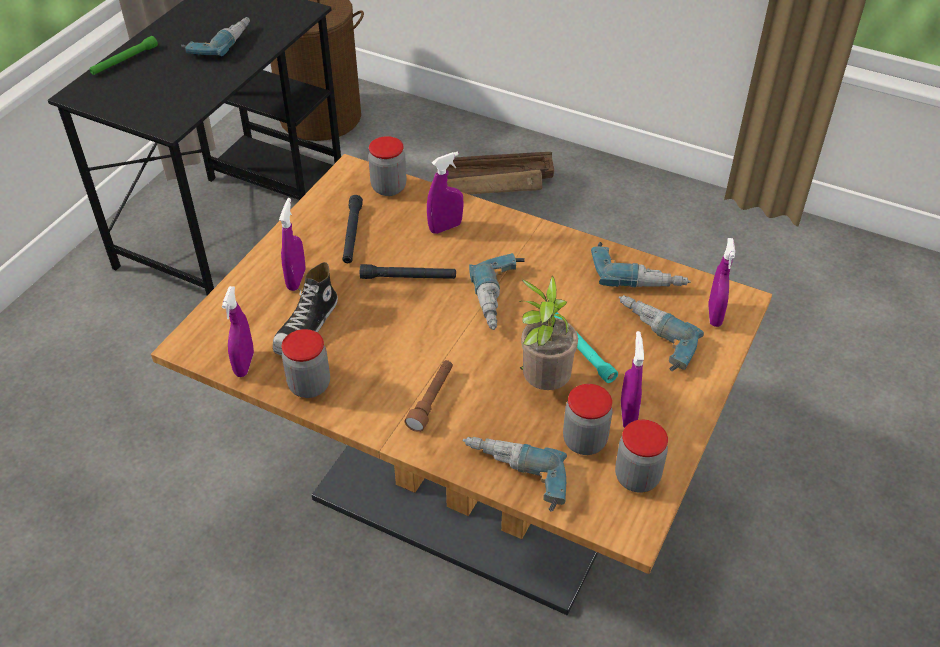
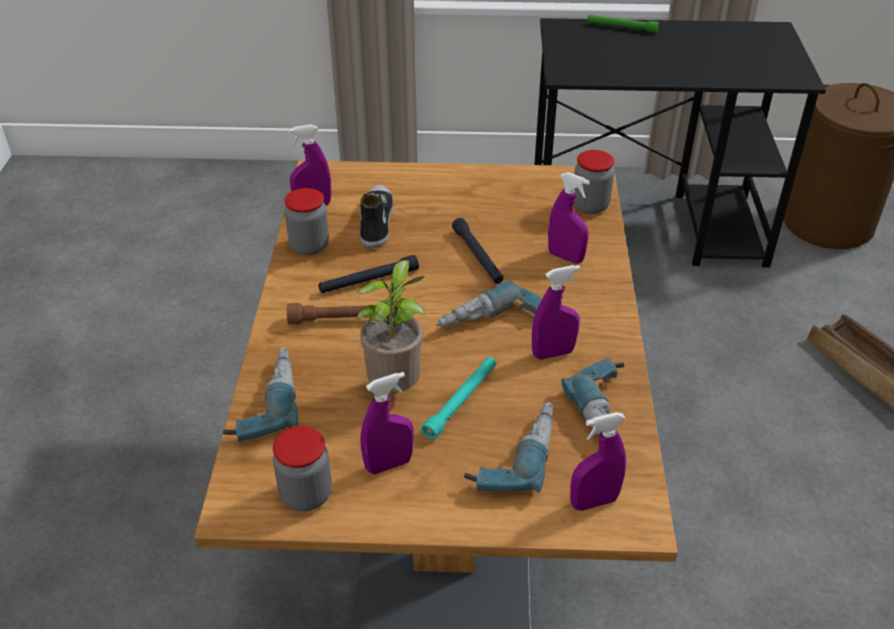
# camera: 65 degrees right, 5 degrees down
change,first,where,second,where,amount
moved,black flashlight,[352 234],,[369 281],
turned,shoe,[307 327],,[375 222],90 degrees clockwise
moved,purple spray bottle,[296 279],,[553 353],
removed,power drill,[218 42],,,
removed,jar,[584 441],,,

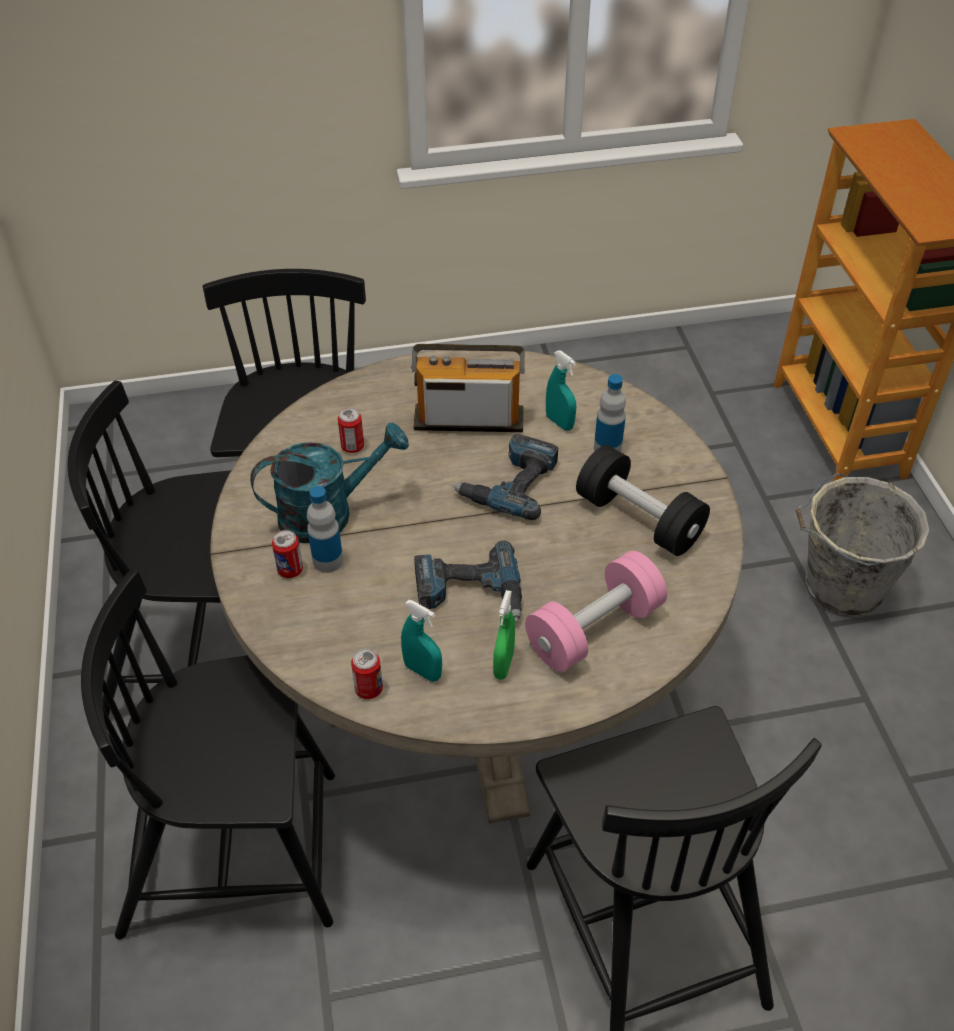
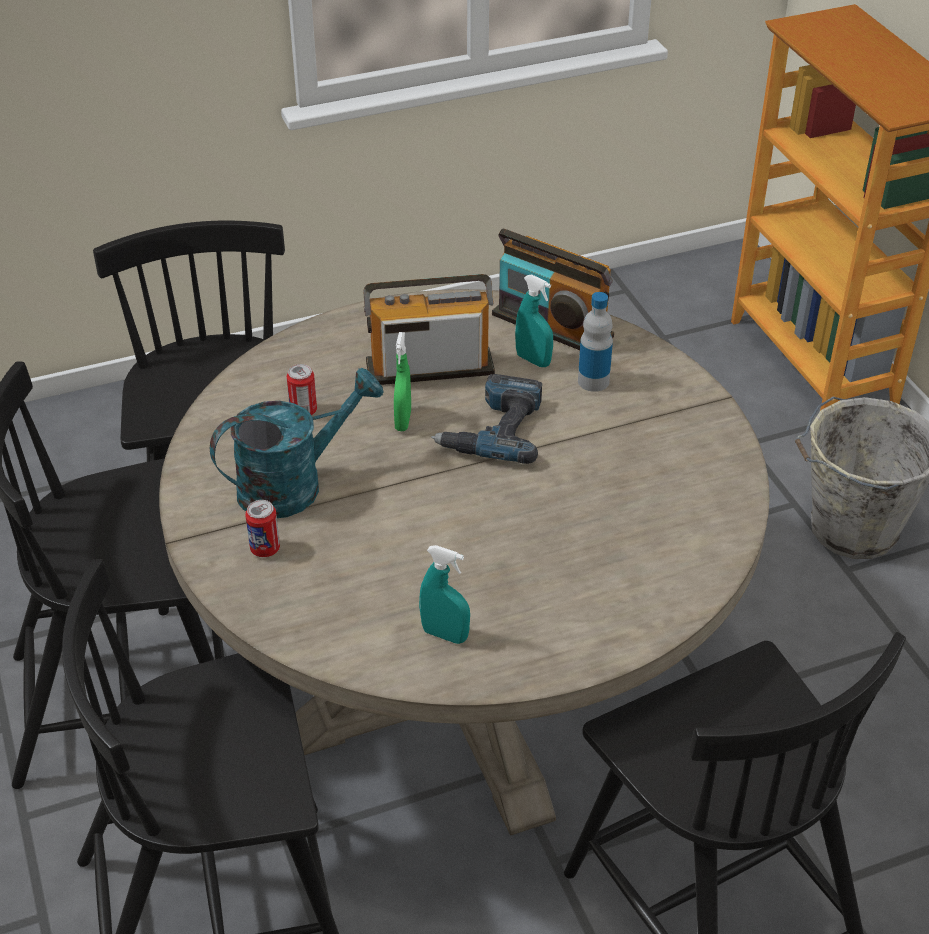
# camera: 10 degrees left, 5 degrees down
change,first,where,second,where,amount
moved,green spray bottle,[503 665],,[403 420],
added,,,radio,[552 326],
removed,bottle,[328 561],,,
removed,can,[369 689],,,
removed,power drill,[469 593],,,
removed,pink dumbbell,[594 629],,,
removed,black dumbbell,[638 519],,,

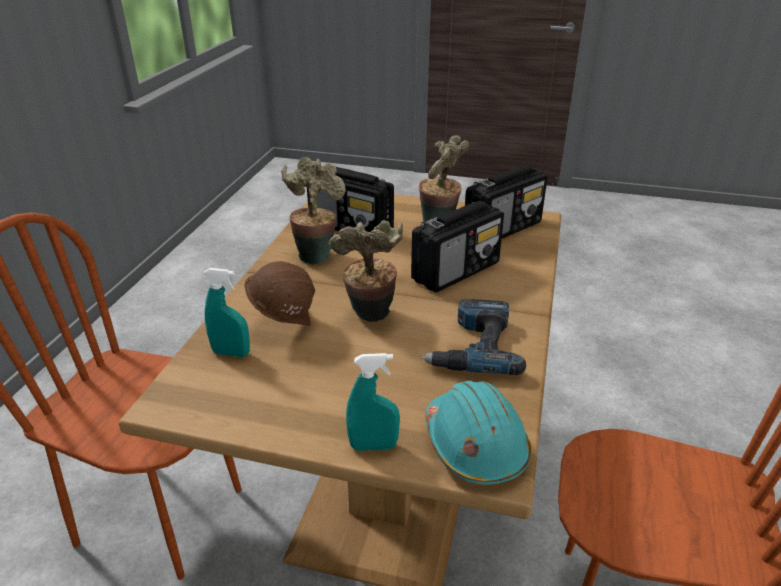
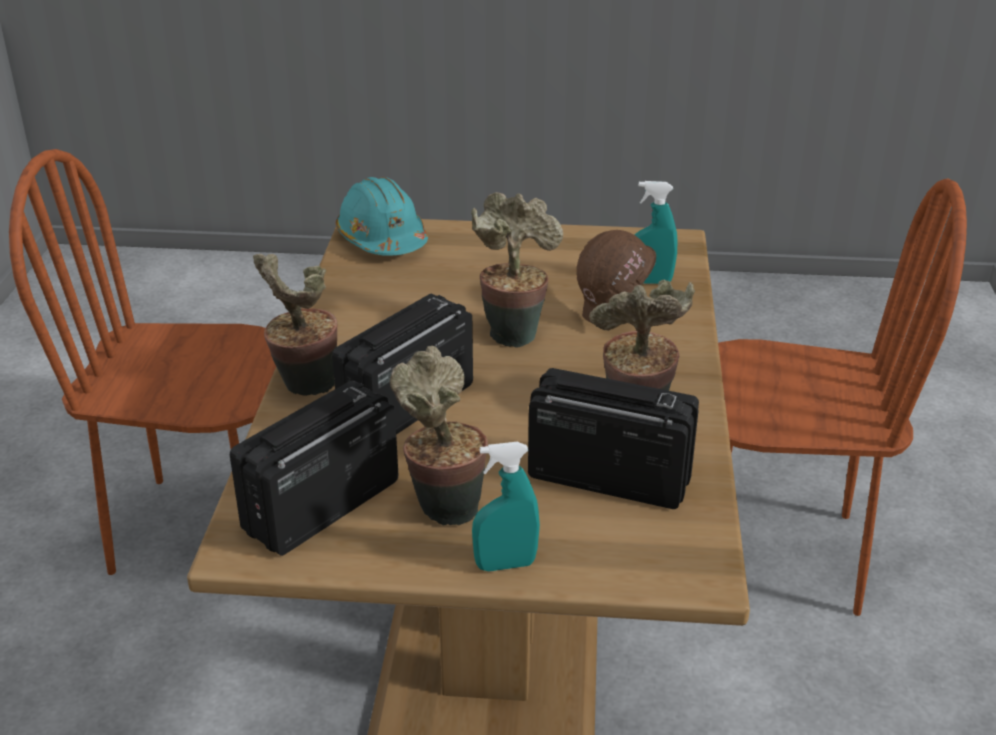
# camera: 170 degrees right, 0 degrees up
change,first,where,second,where,amount
added,,,potted plant,[303 387],
moved,turquoise spray bottle,[373 446],,[505 564],
removed,power drill,[472 346],,,

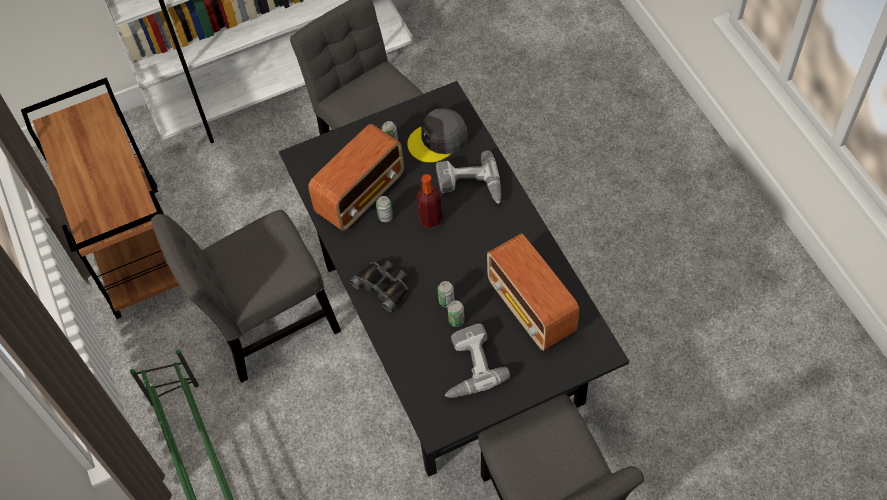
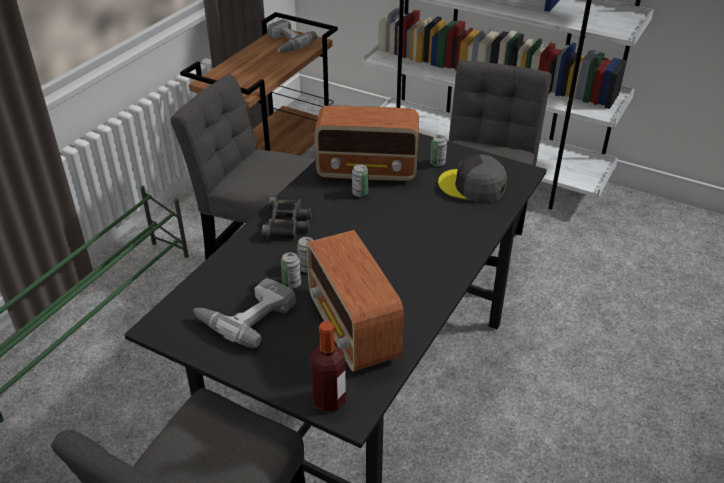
# camera: 50 degrees right, 20 degrees down
change,first,where,second,where,amount
moved,power drill,[470 186],,[285 43],
turned,radio,[531 309],,[353 330],45 degrees counterclockwise
moved,bottle,[430 219],,[329 400],

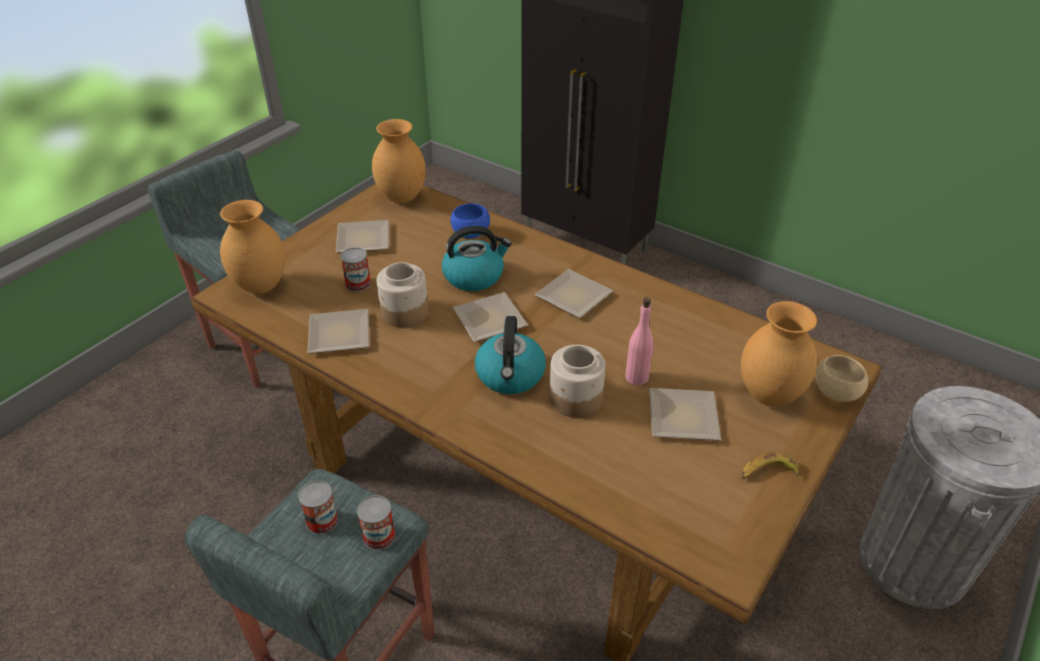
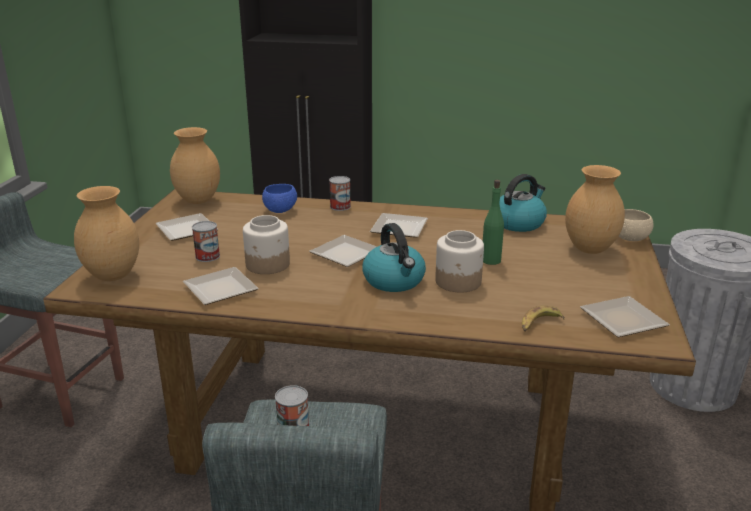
# camera: 25 degrees left, 15 degrees down
change,first,where,second,where,amount
moved,can,[379 536],,[340 206],
recoloured,pink bottle,[637 377],green bottle,[491 260],
moved,kettle,[474 276],,[518 223],
moved,banana,[767 472],,[539 324],
moved,plate,[685 419],,[626 321],

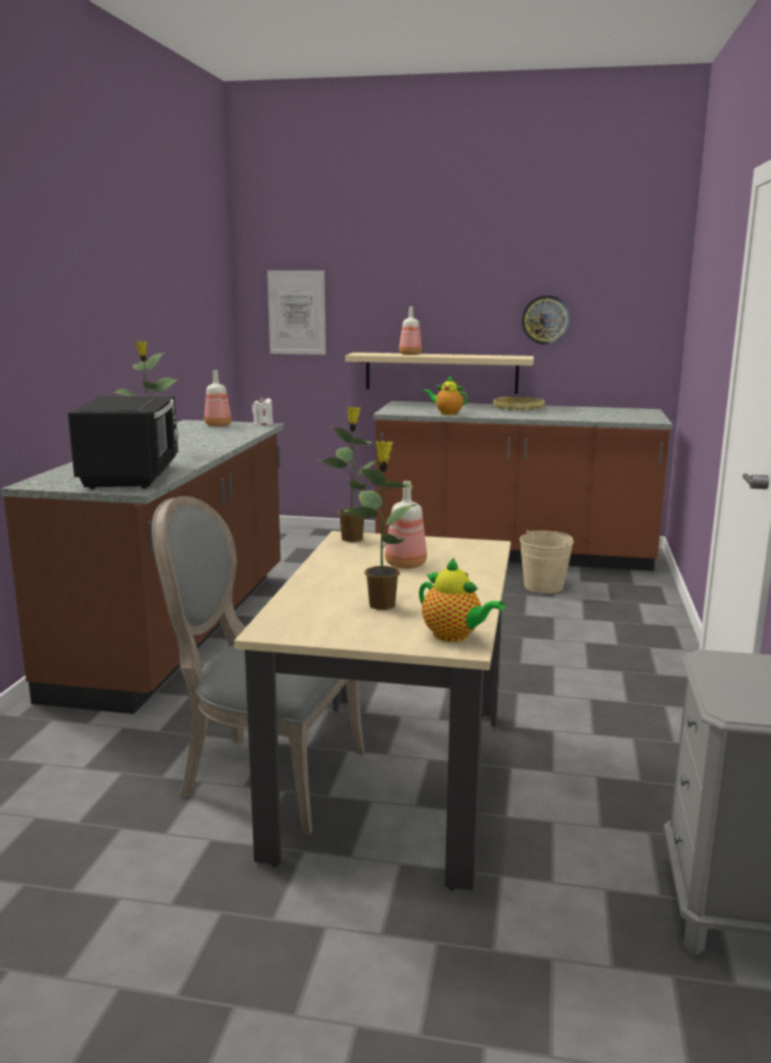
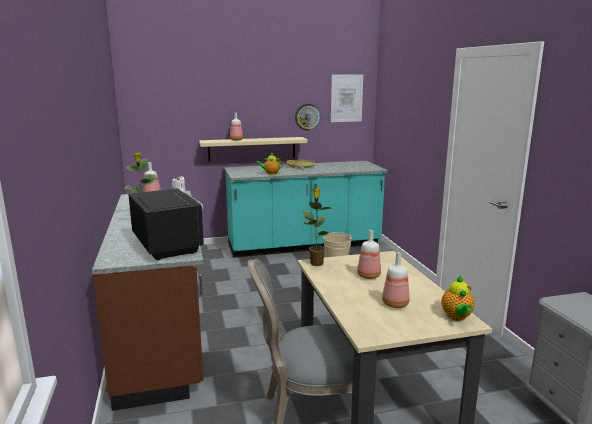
# camera: 25 degrees left, 0 degrees up
change,first,where,second,where,amount
recoloured,brown counter,[513 554],turquoise counter,[304 245],
moved,picture,[297 312],,[346 98],
replaced,potted plant,[382 604],bottle,[395 304],
turned,teapot,[454 636],,[457 317],75 degrees clockwise

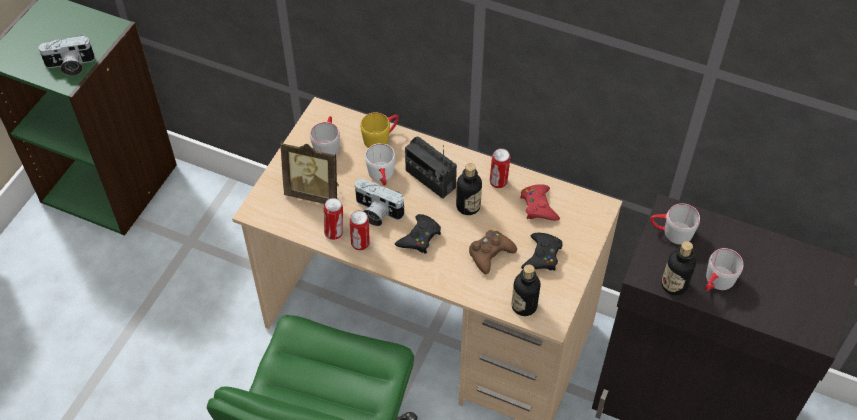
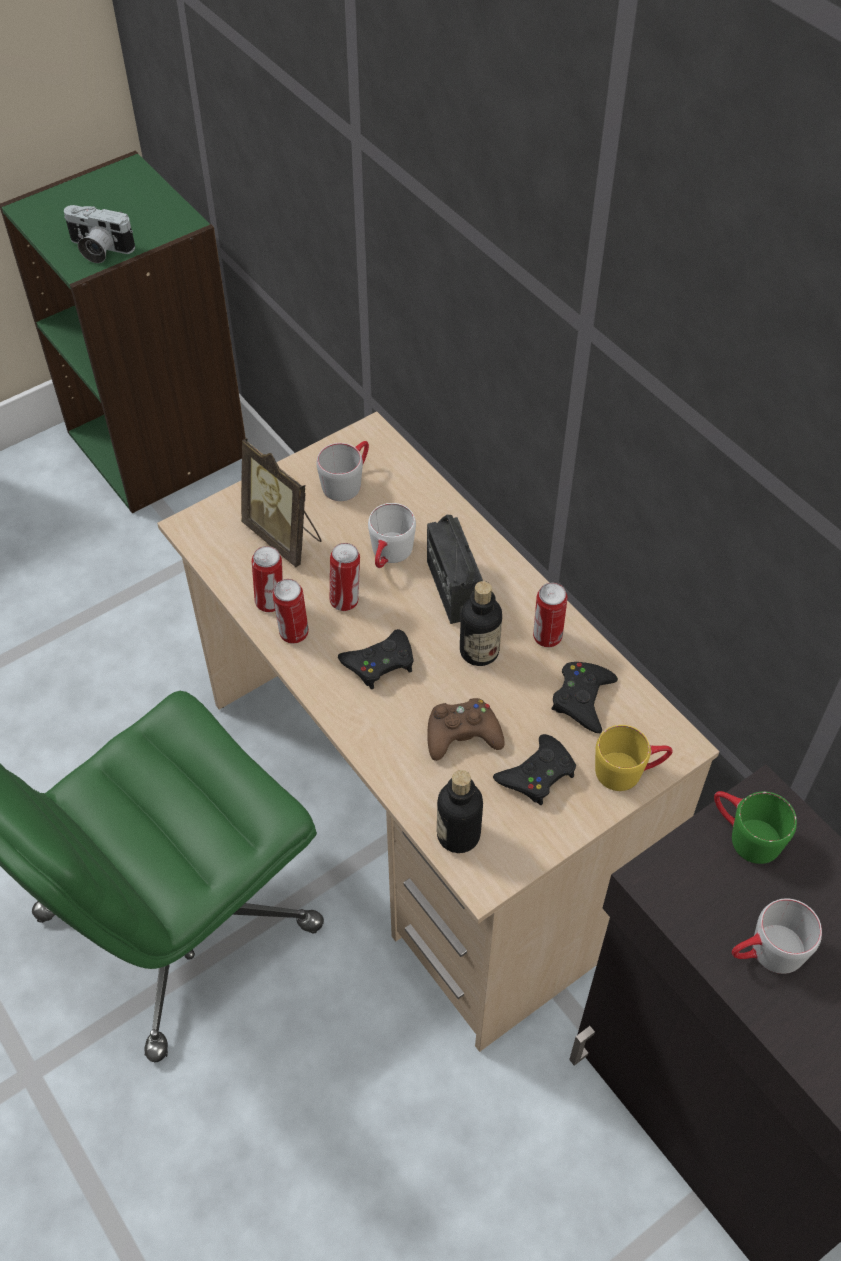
# camera: 30 degrees right, 0 degrees up
change,first,where,second,where,amount
replaced,photo camera,[376 212],can,[346 600],
recoloured,red game controller,[538 206],black game controller,[582 699],
moved,yellow mug,[381 137],,[629 770],
recoloured,grey mug,[671 232],green mug,[744 835],
removed,bottle,[674 285],,,

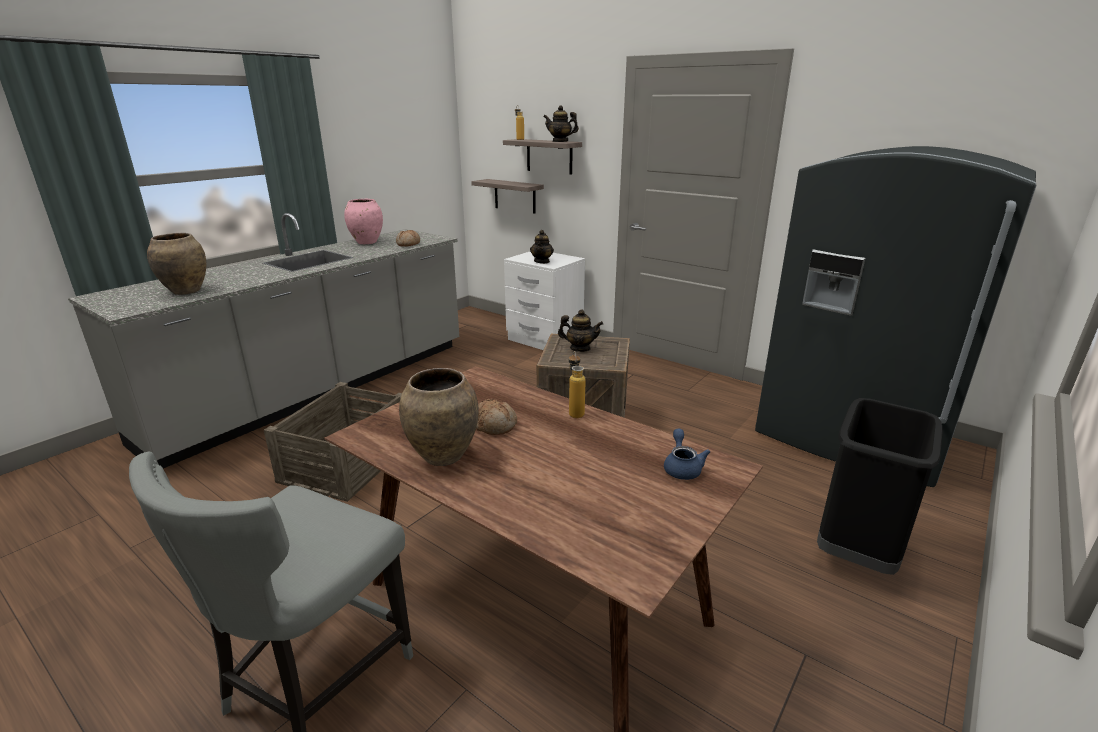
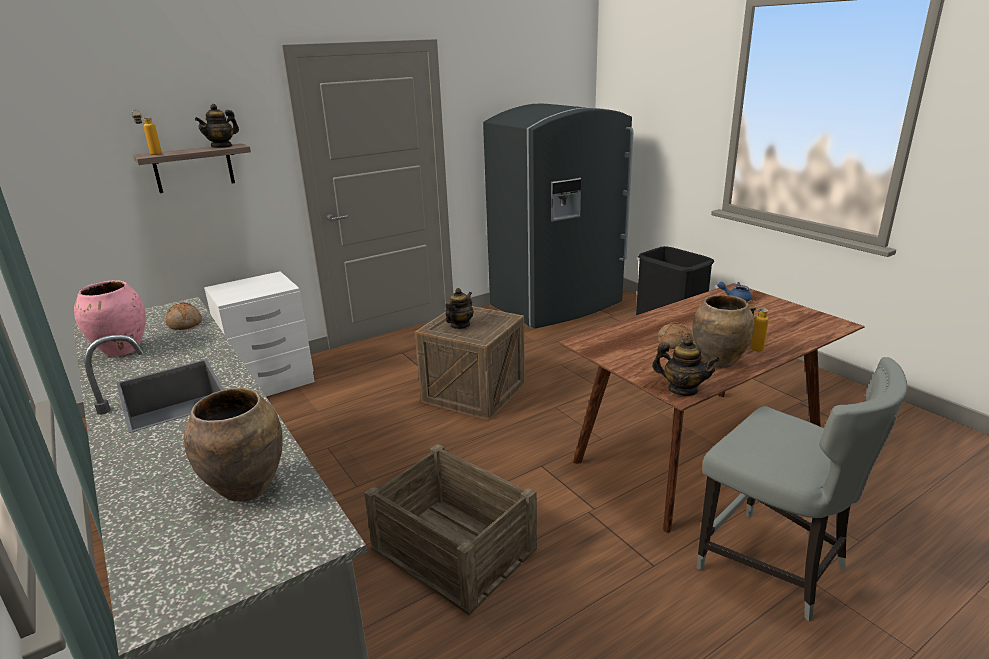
# camera: 70 degrees left, 0 degrees up
change,first,where,second,where,amount
moved,teapot,[542 261],,[682 389],
moved,bottle,[575 412],,[751 349],
removed,shelf,[515 196],,,

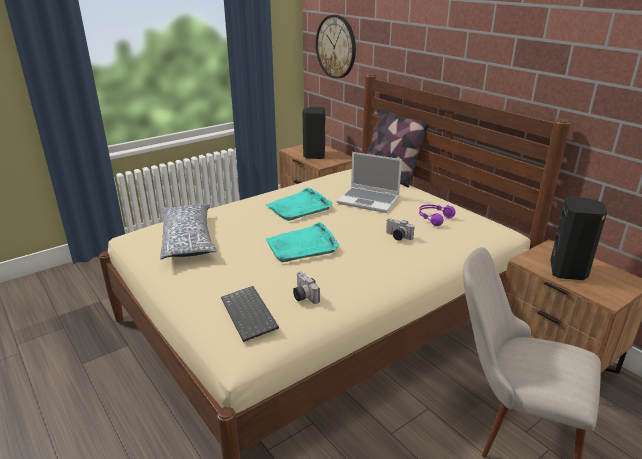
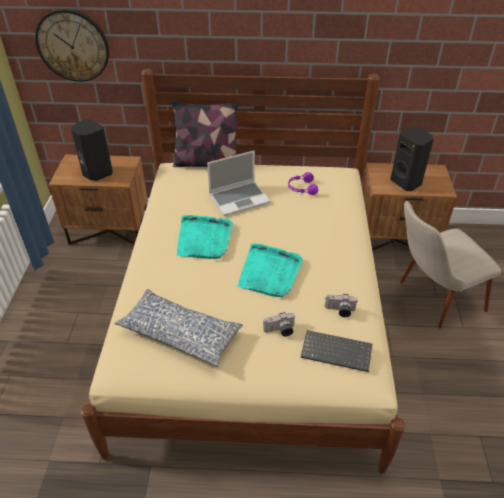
# camera: 50 degrees left, 15 degrees up
change,first,where,second,where,amount
moved,photo camera,[397 237],,[280 331],

